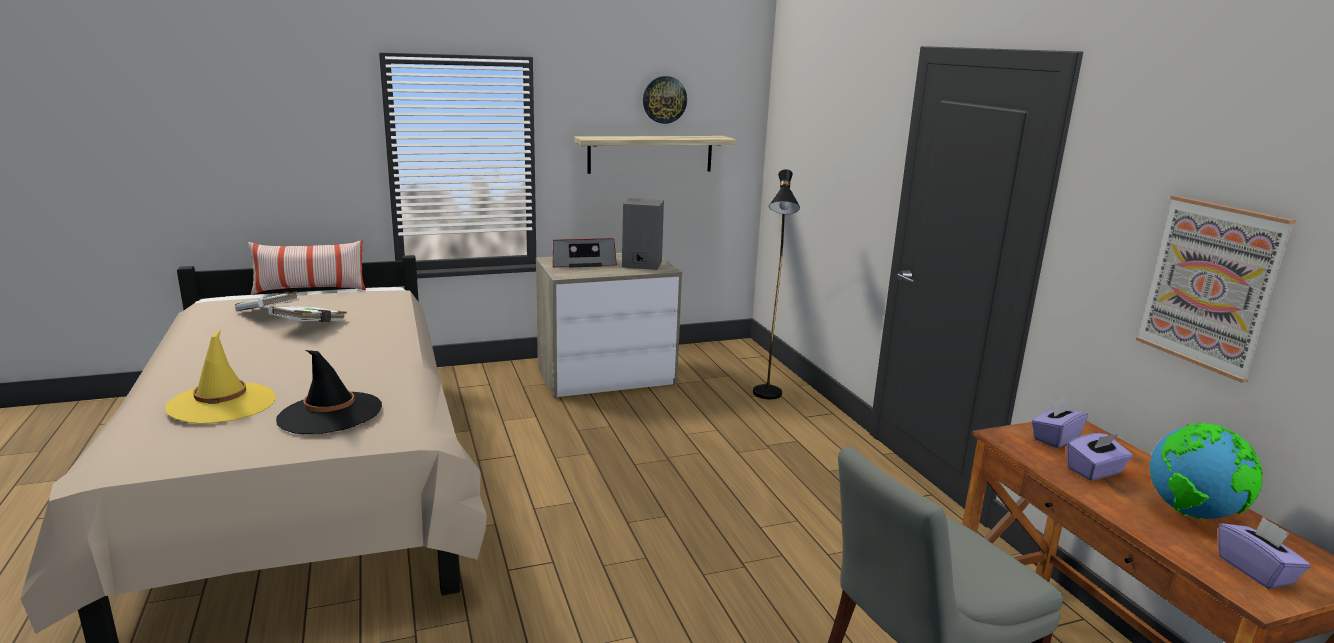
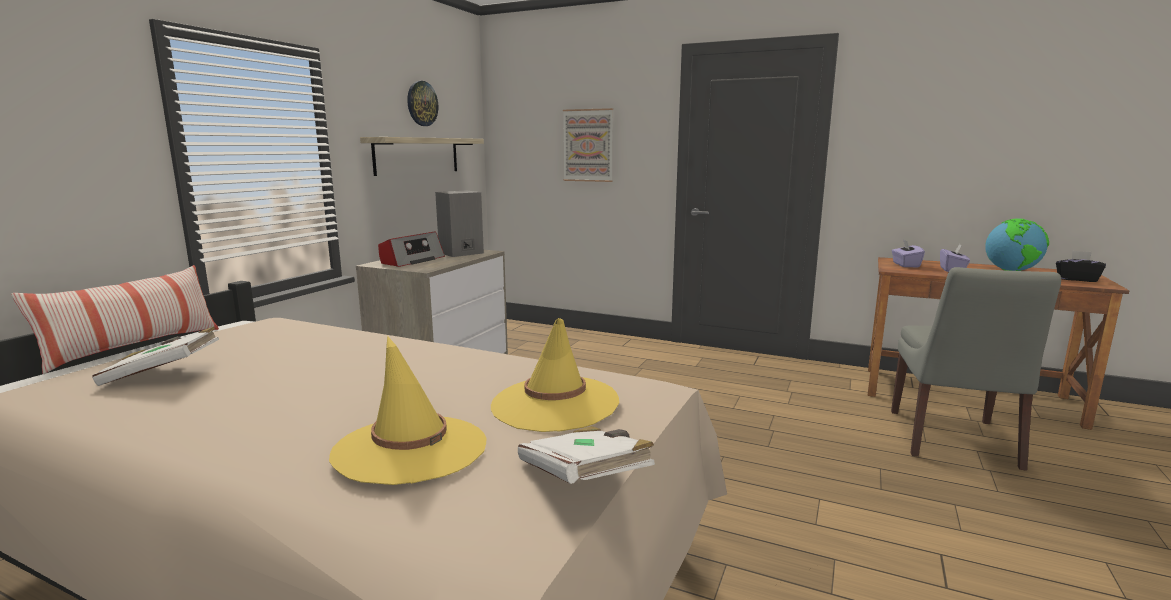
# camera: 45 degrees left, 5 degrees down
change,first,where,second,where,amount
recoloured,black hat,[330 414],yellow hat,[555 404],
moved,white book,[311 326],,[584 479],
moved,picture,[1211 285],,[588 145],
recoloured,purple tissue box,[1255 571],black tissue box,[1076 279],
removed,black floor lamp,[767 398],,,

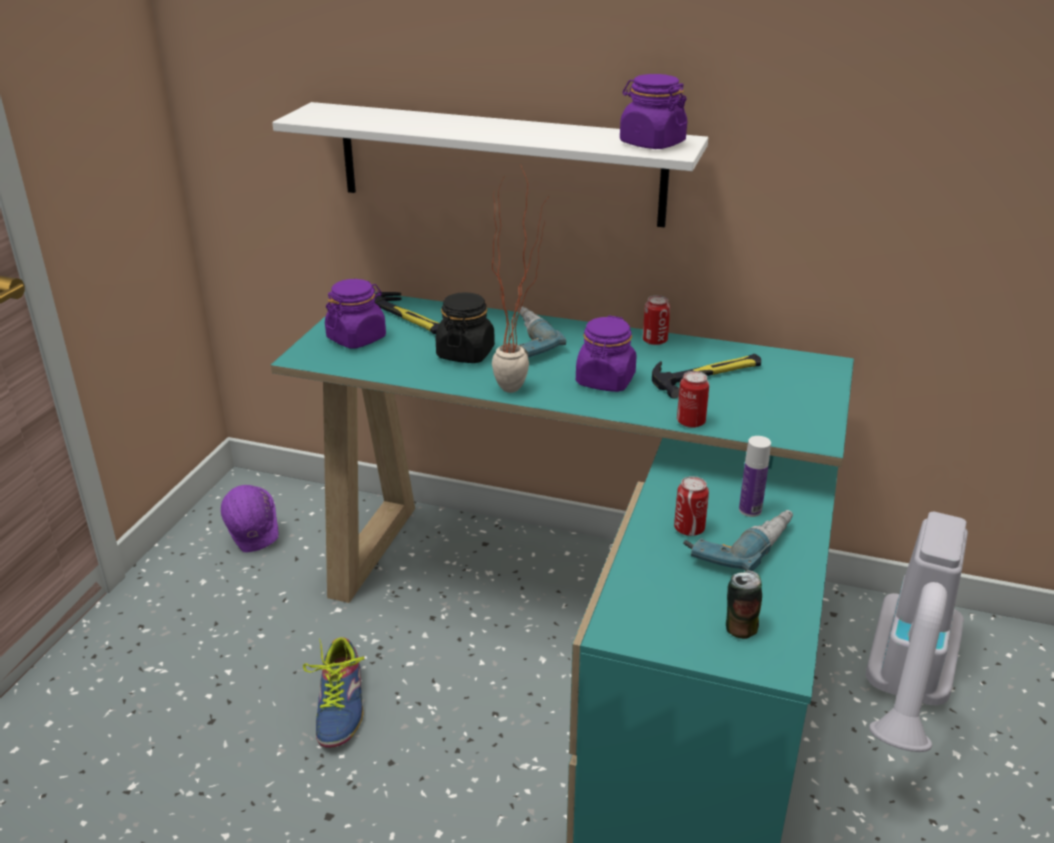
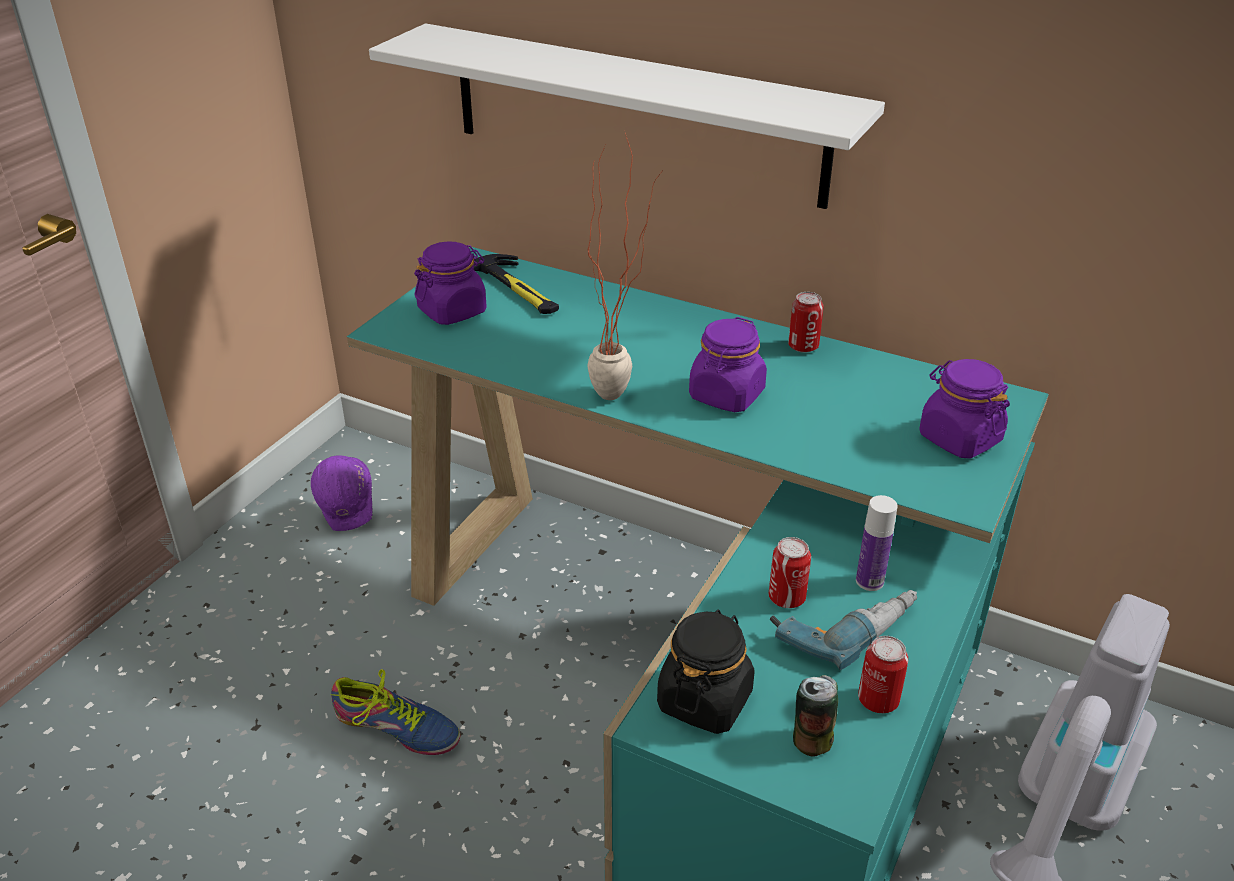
# camera: 10 degrees right, 5 degrees up
change,first,where,second,where,amount
turned,shoe,[340 704],,[397 727],75 degrees counterclockwise
moved,black jar,[465 353],,[704 700],
moved,can,[691 422],,[878 700],
moved,purple jar,[651 143],,[959 438],
removed,power drill,[523 341],,,
removed,hammer,[707 375],,,

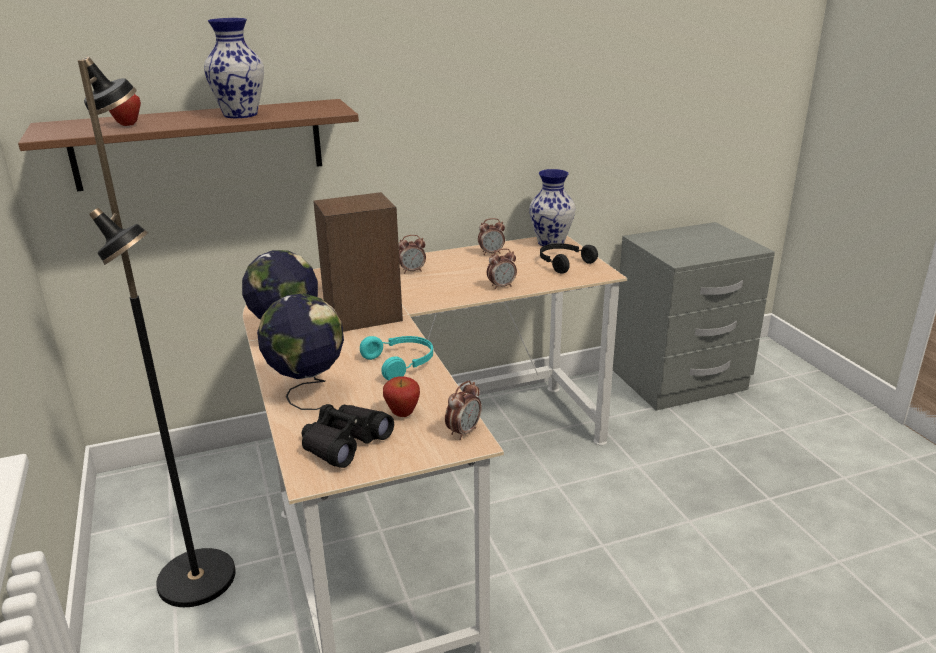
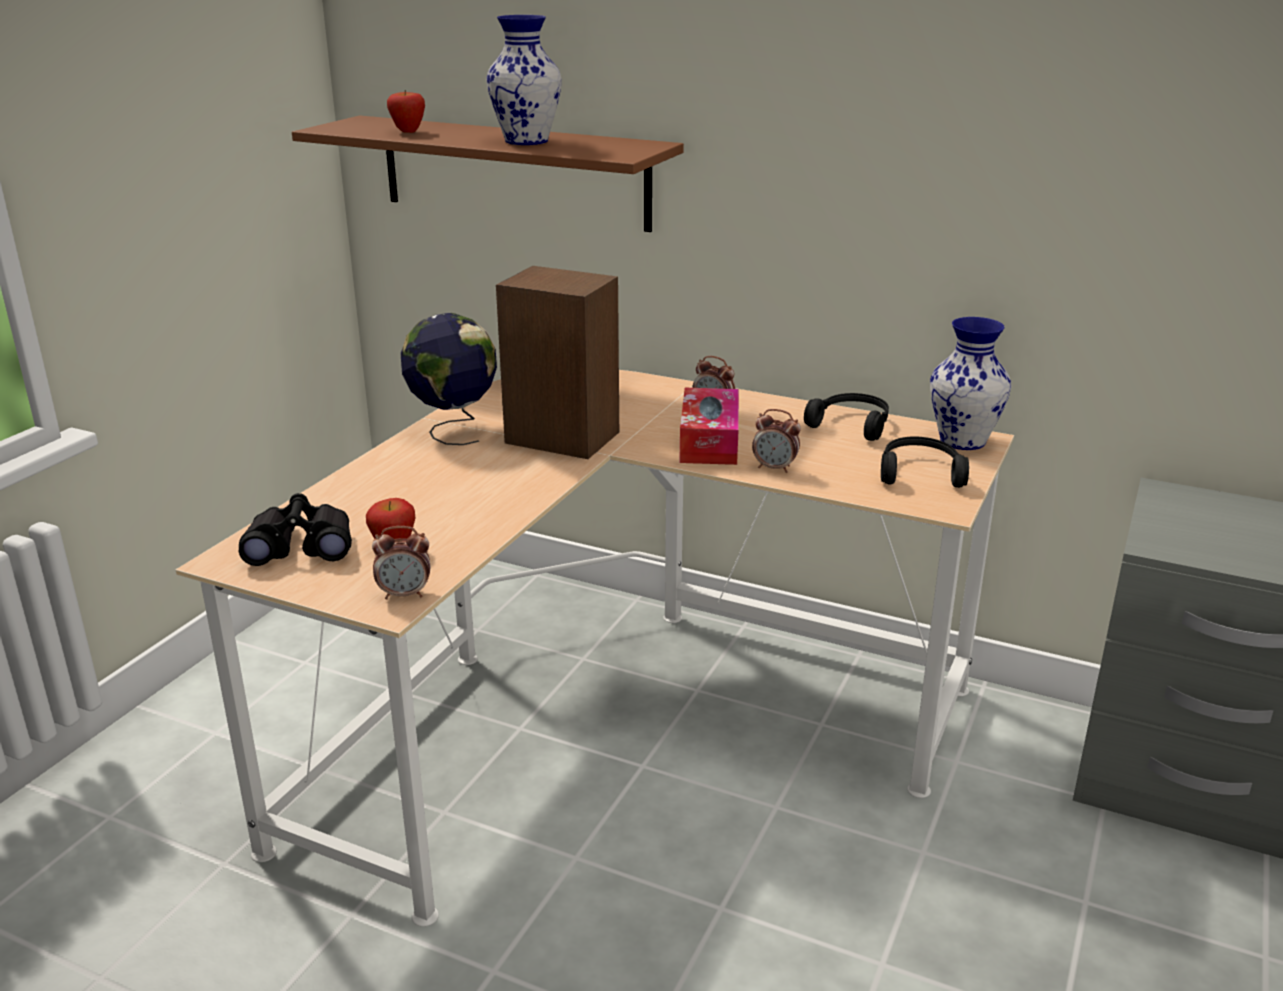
# camera: 45 degrees right, 0 degrees up
change,first,where,second,where,amount
added,,,tissue box,[709 441],
replaced,alarm clock,[491 253],black headphones,[852 424],
removed,black floor lamp,[199 578],,,
removed,globe,[307 392],,,
removed,turquoise headphones,[401 363],,,

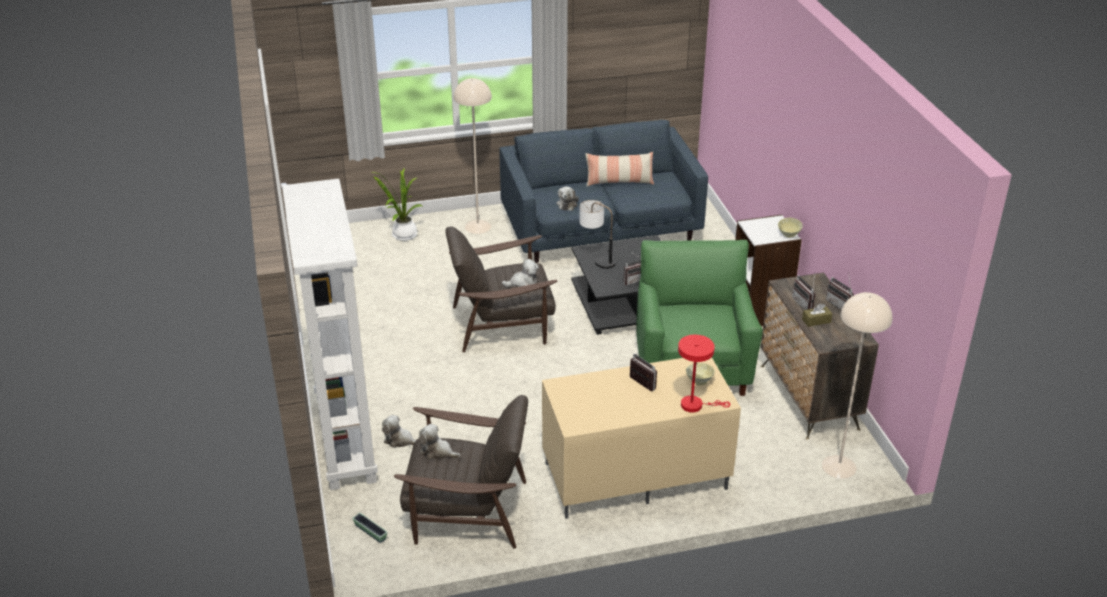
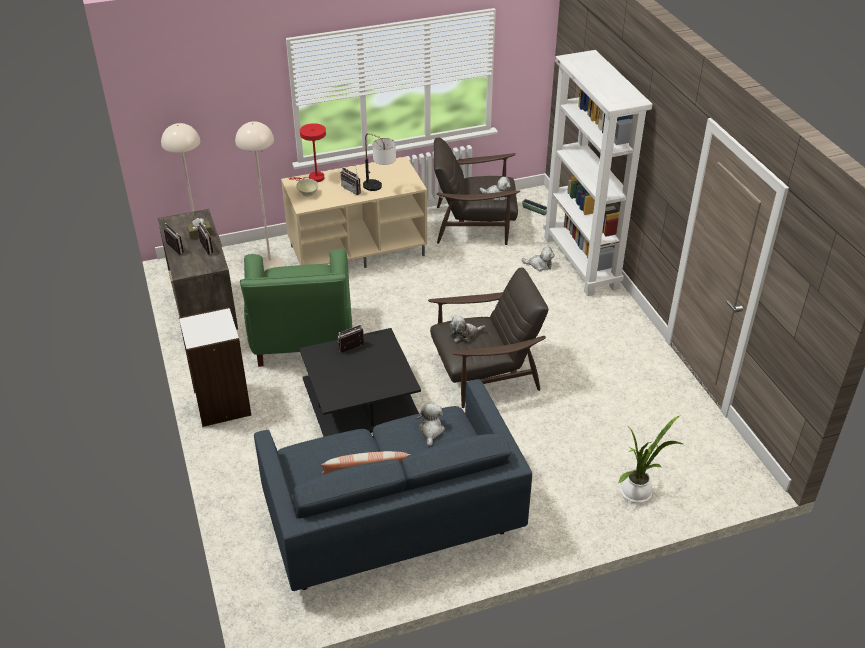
# camera: 175 degrees right, 5 degrees up
change,first,where,second,where,amount
moved,beige floor lamp,[478 226],,[270 263],
moved,table lamp,[596 259],,[380 189],
removed,beige bowl,[788 234],,,

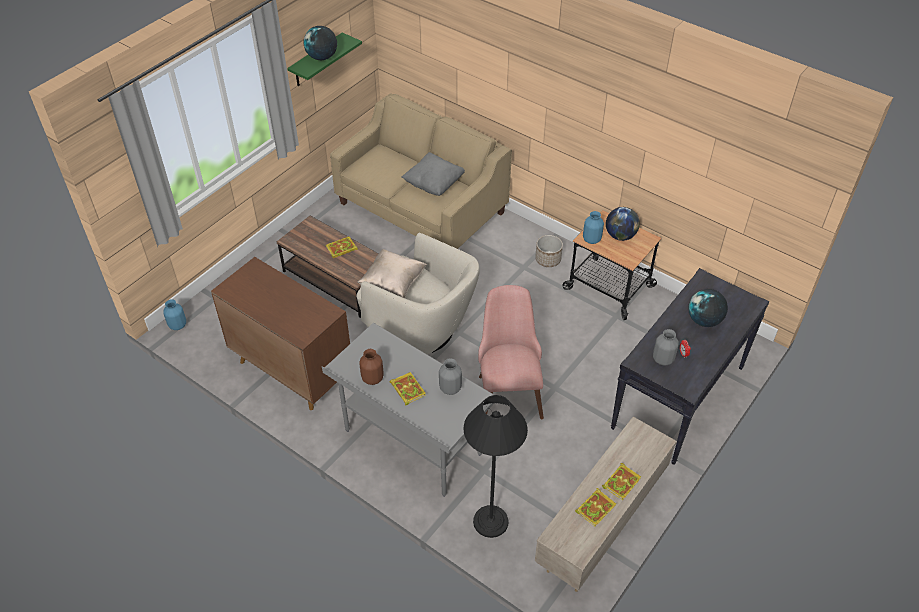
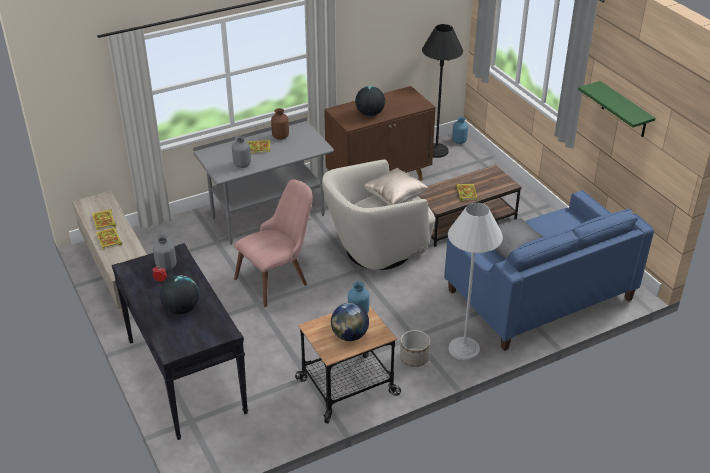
# camera: 115 degrees right, 10 degrees down
change,first,where,second,where,amount
turned,pink chair,[508 388],,[278 278],60 degrees counterclockwise
moved,globe,[322 57],,[369 114],
moved,black floor lamp,[490 521],,[436 151],
recoloured,beige sofa,[421 208],blue sofa,[539 295],
added,,,white floor lamp,[464 349],

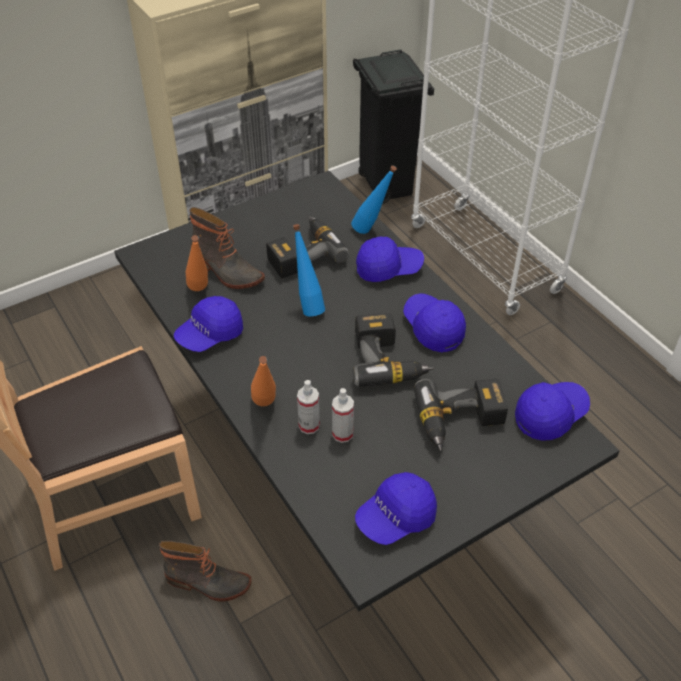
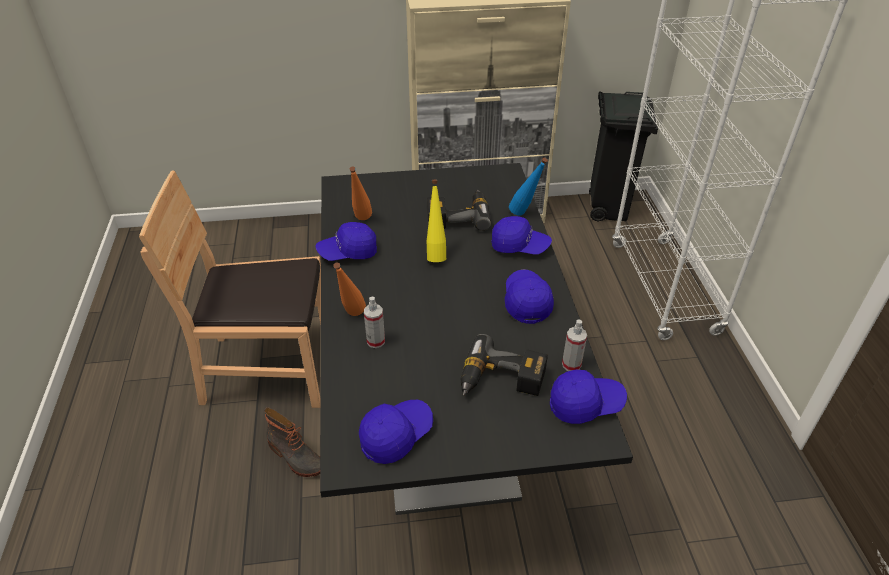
# camera: 25 degrees right, 5 degrees down
change,first,where,second,where,amount
turned,blue cap,[396 517],,[396 435],150 degrees clockwise
recoloured,blue bottle,[308 305],yellow bottle,[436 254],
moved,spray bottle,[342 434],,[571 364],
removed,boot,[226 271],,,
removed,power drill,[388 359],,,

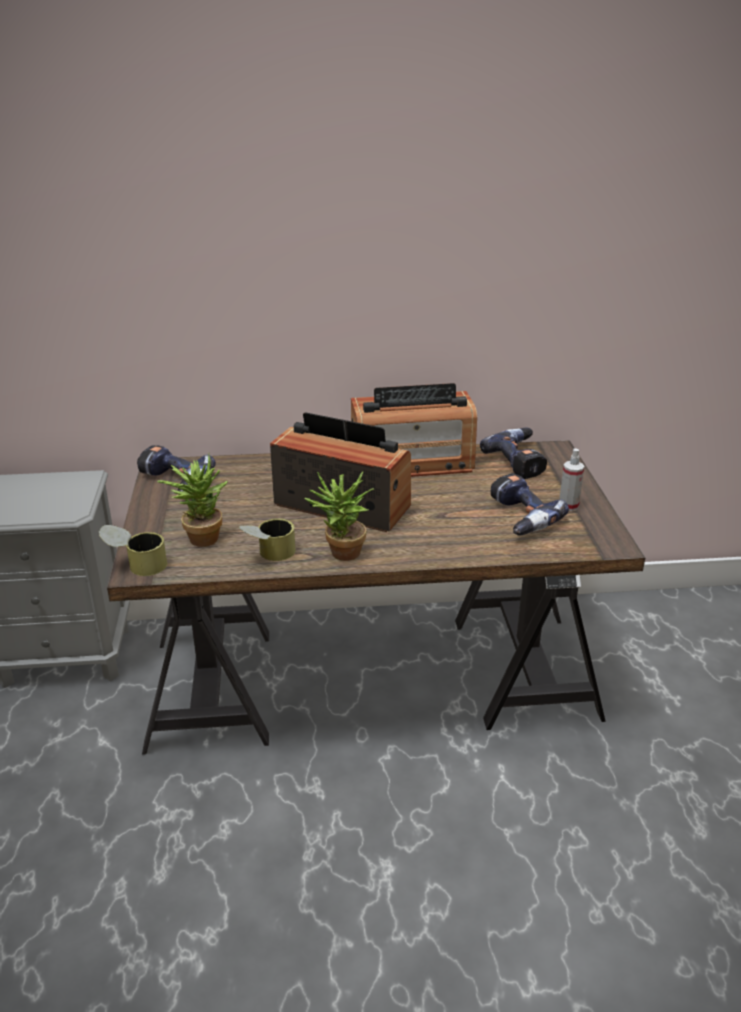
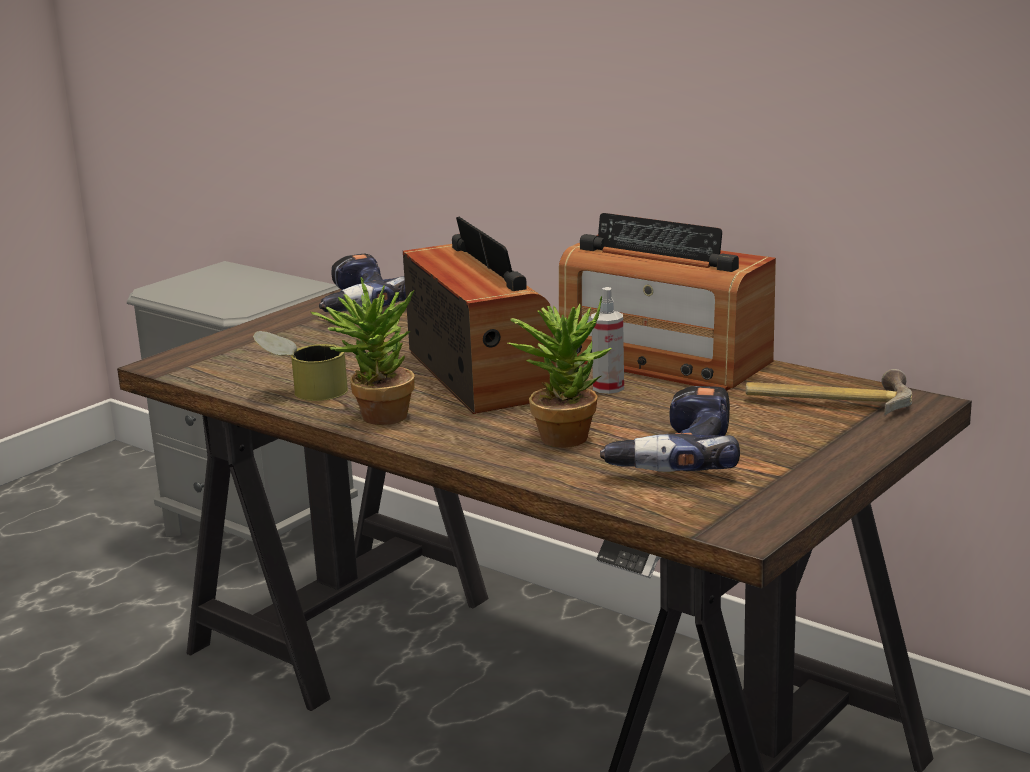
# camera: 45 degrees right, 10 degrees down
change,first,where,second,where,amount
moved,potted plant,[200 537],,[563 434],
moved,spray bottle,[568 506],,[608 387],
replaced,power drill,[521 461],hammer,[828 401],
removed,can,[136 565],,,

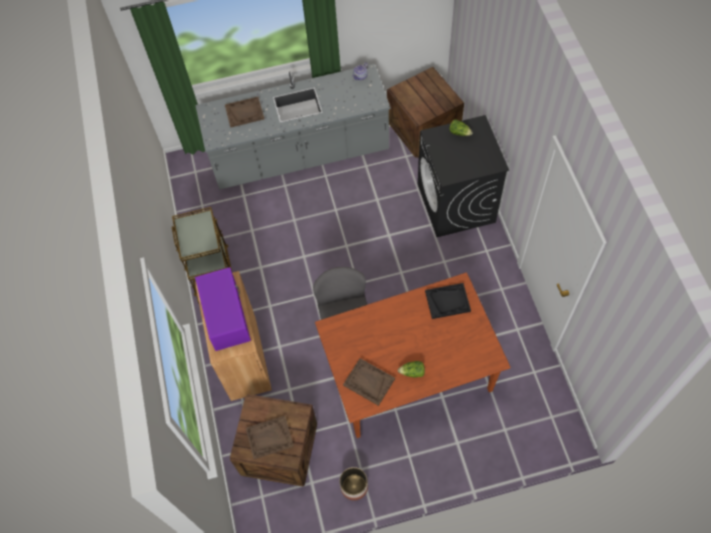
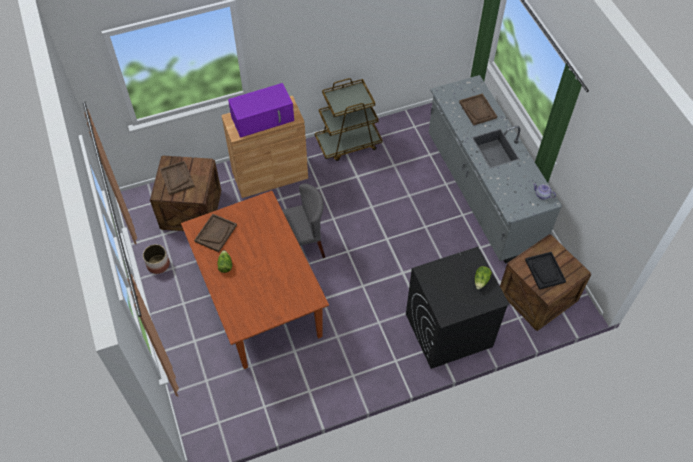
# camera: 80 degrees right, 5 degrees down
change,first,where,second,where,amount
moved,black tray,[447 301],,[545 271],

